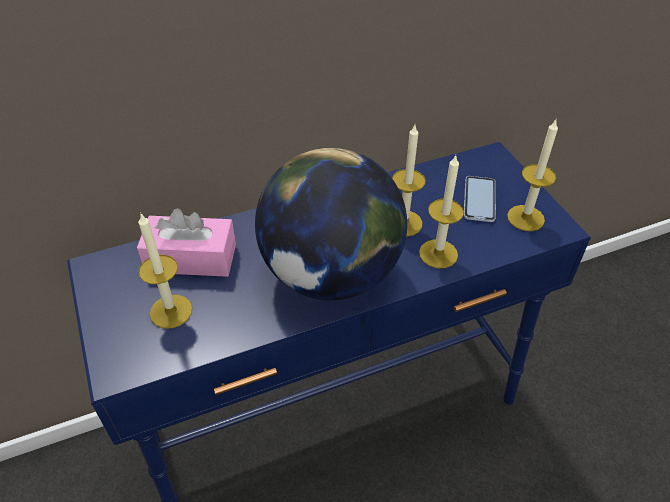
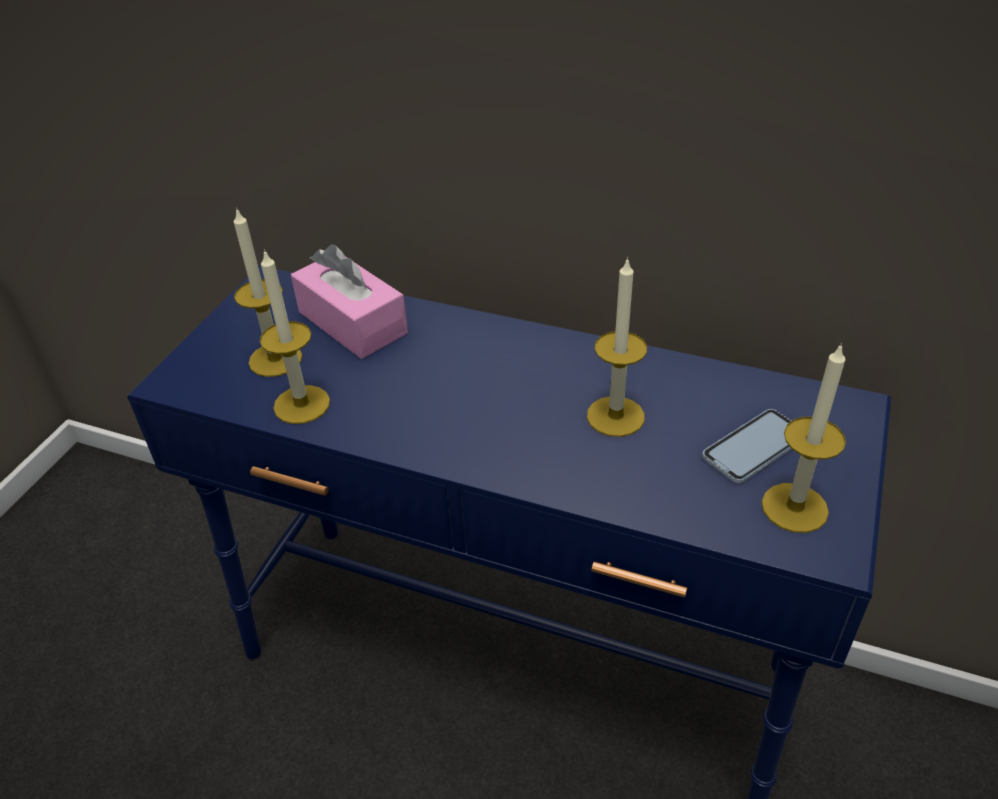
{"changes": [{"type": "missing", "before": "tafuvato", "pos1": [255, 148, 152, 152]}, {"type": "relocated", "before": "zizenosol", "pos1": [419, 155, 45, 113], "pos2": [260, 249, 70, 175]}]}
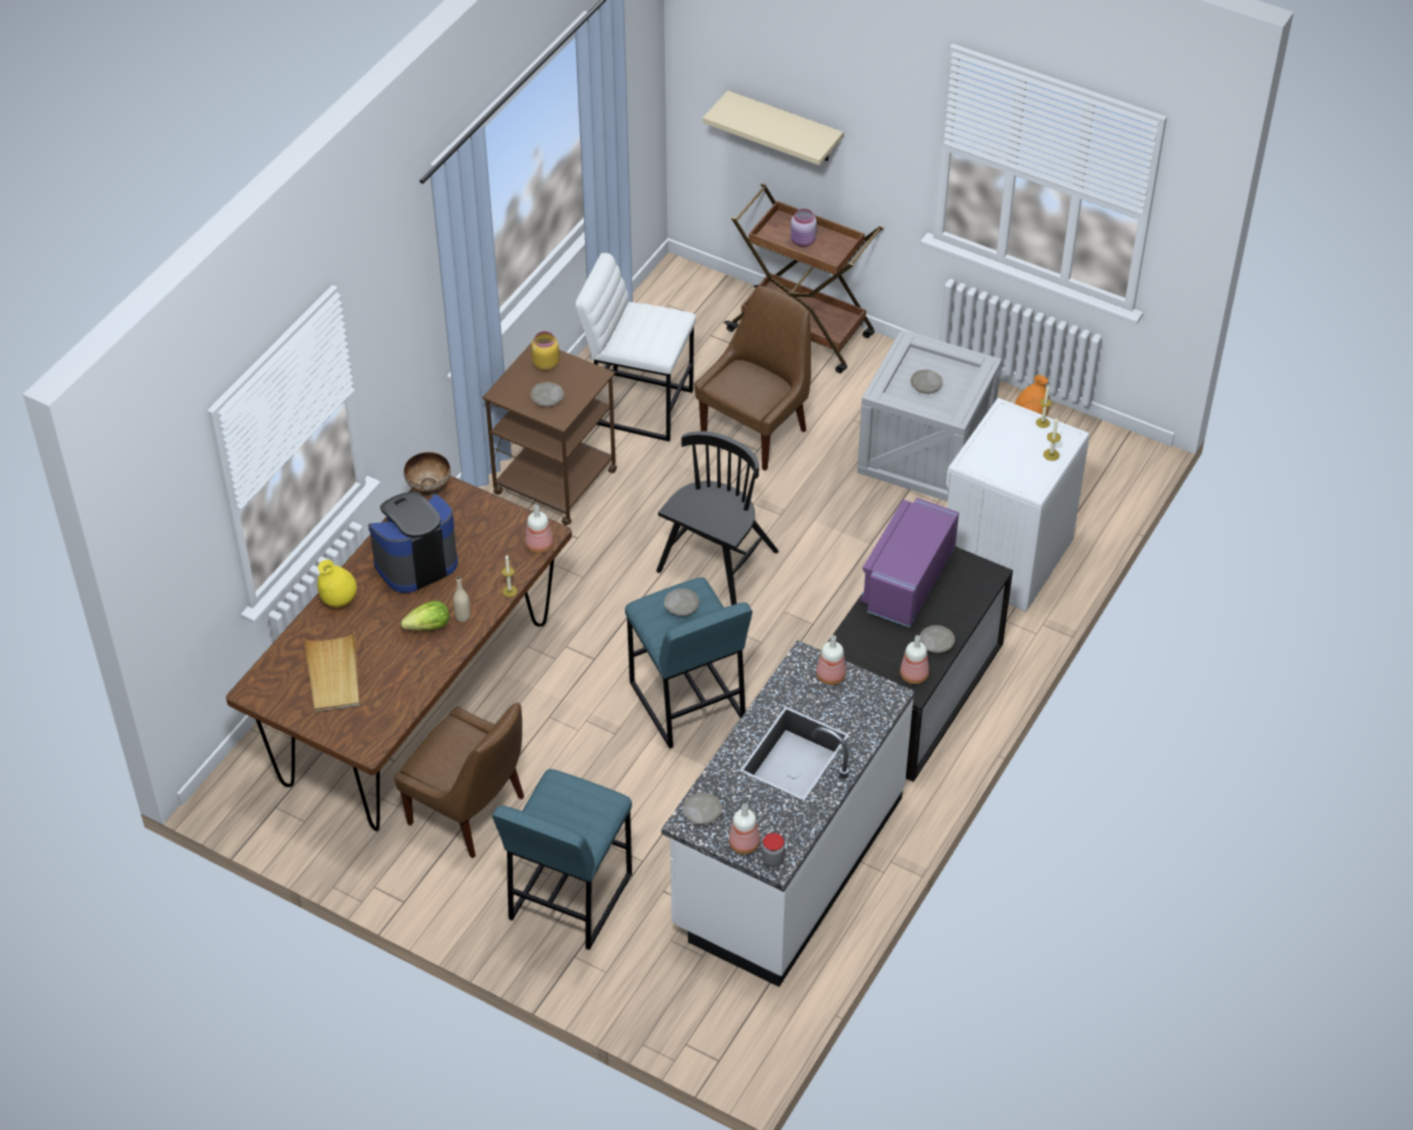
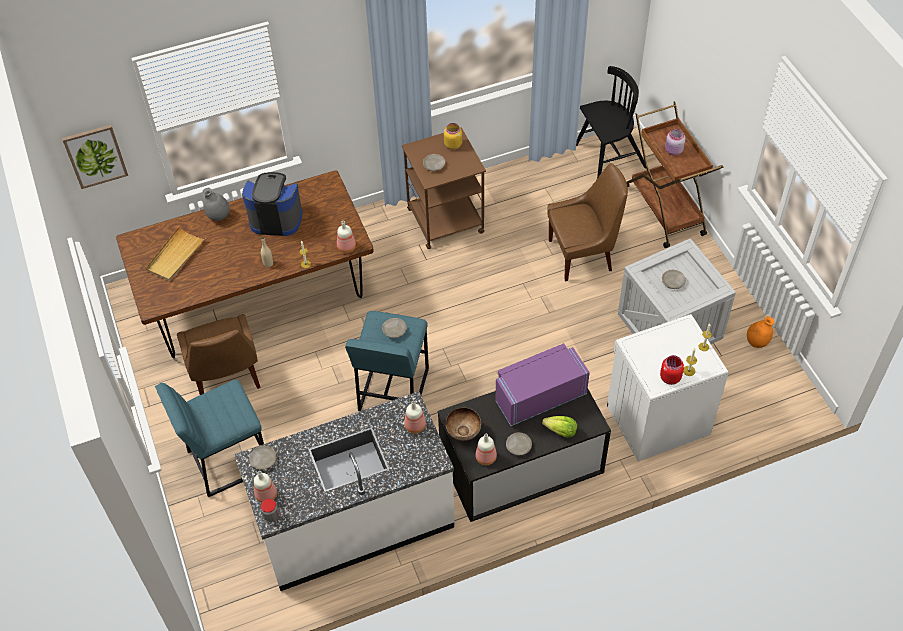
{"changes": [{"type": "missing", "before": "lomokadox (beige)", "pos1": [703, 91, 141, 74]}, {"type": "missing", "before": "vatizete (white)", "pos1": [576, 253, 120, 188]}, {"type": "relocated", "before": "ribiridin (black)", "pos1": [656, 431, 123, 174], "pos2": [576, 66, 70, 112]}, {"type": "relocated", "before": "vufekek", "pos1": [404, 452, 47, 43], "pos2": [446, 408, 35, 33]}, {"type": "colour", "before": "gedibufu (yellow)", "after": "gedibufu (grey)", "pos1": [317, 560, 40, 47], "pos2": [202, 188, 28, 33]}, {"type": "relocated", "before": "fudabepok", "pos1": [401, 601, 48, 30], "pos2": [542, 416, 35, 22]}, {"type": "appeared", "after": "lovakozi", "pos2": [62, 125, 66, 64]}, {"type": "appeared", "after": "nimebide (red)", "pos2": [660, 355, 24, 30]}]}
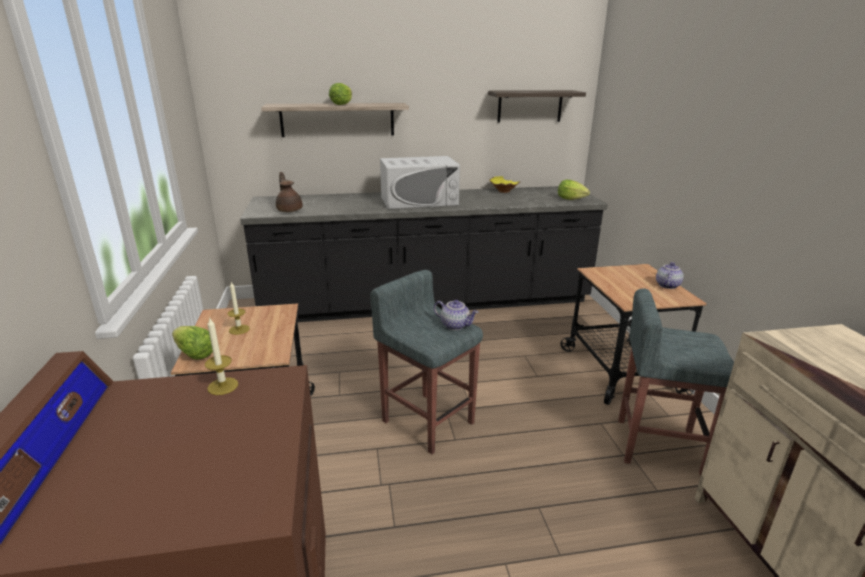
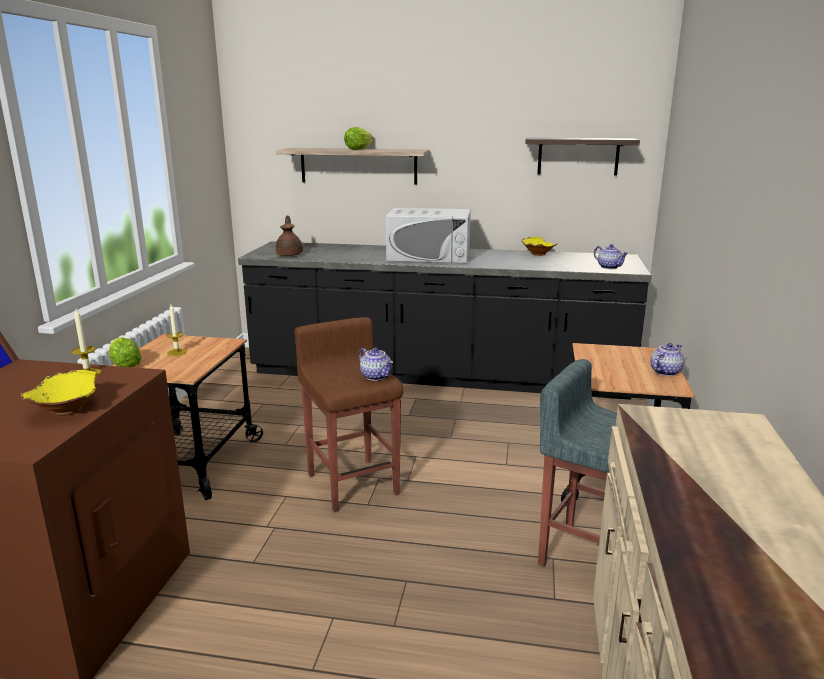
{"changes": [{"type": "exchanged", "before": "fudabepok", "after": "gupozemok", "pos1": [558, 180, 32, 20], "pos2": [594, 244, 34, 25]}, {"type": "colour", "before": "vatizete (grey)", "after": "vatizete (brown)", "pos1": [370, 270, 113, 184], "pos2": [295, 317, 108, 195]}, {"type": "appeared", "after": "vufekek (yellow)", "pos2": [20, 370, 77, 45]}]}
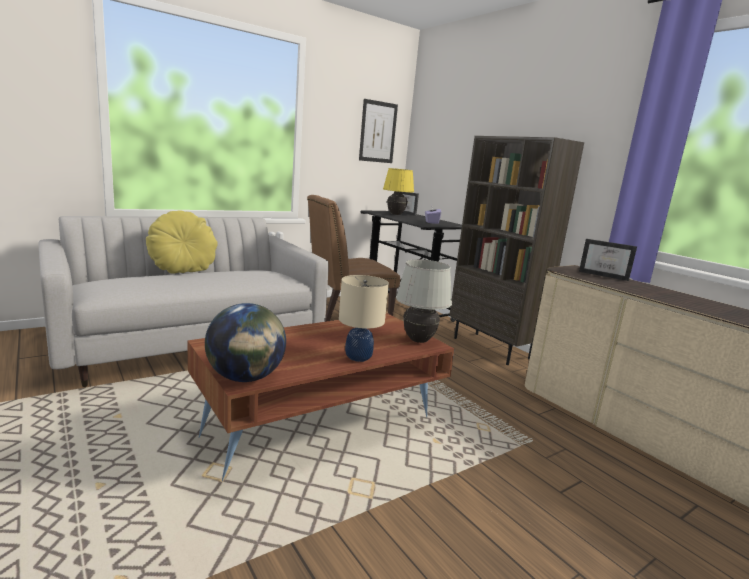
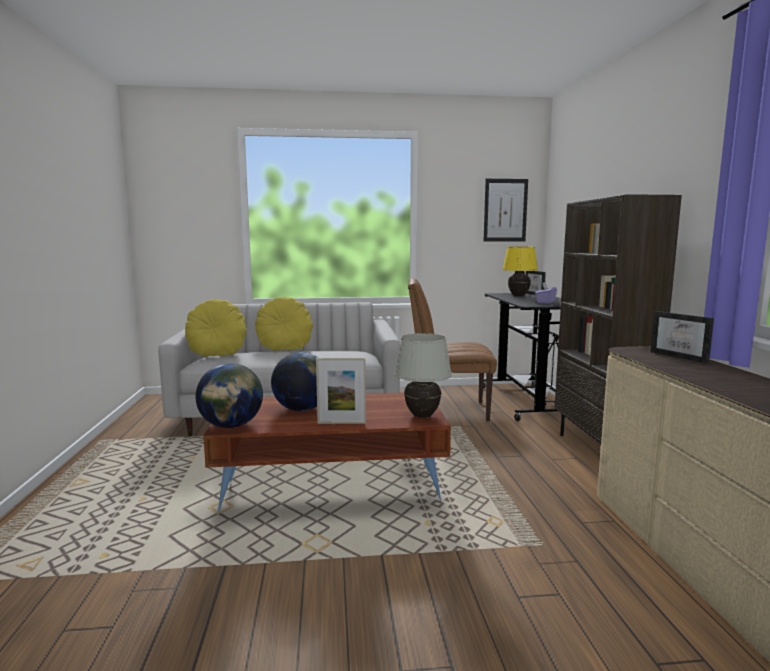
{"changes": [{"type": "exchanged", "before": "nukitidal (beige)", "after": "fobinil", "pos1": [339, 275, 50, 87], "pos2": [316, 358, 50, 66]}, {"type": "appeared", "after": "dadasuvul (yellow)", "pos2": [185, 299, 62, 58]}, {"type": "appeared", "after": "tafuvato", "pos2": [271, 352, 47, 59]}]}
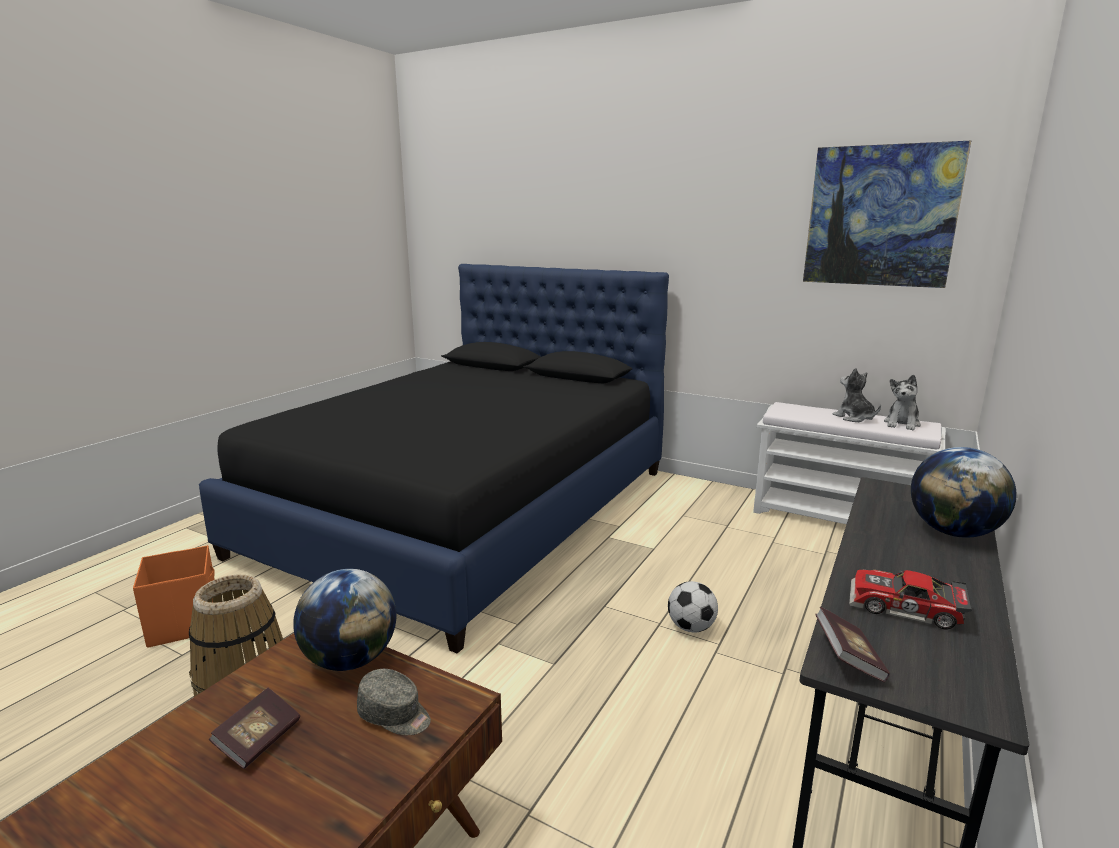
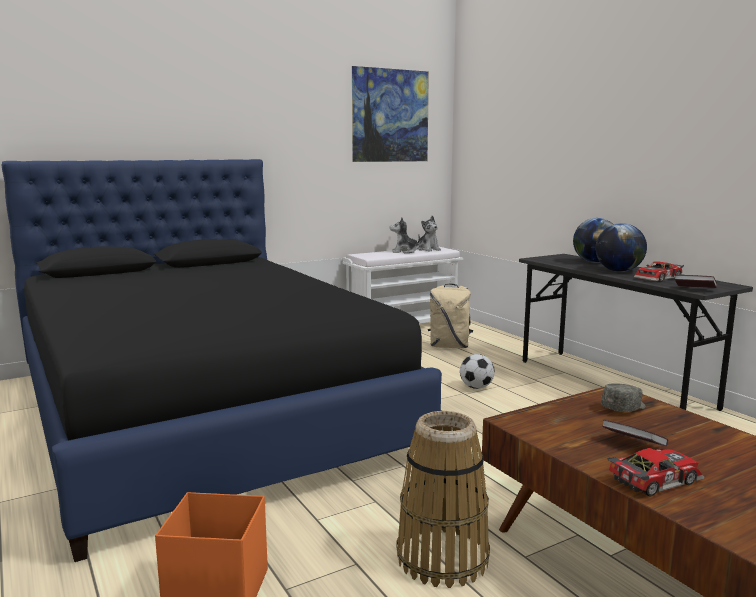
{"changes": [{"type": "relocated", "before": "tafuvato", "pos1": [293, 569, 103, 102], "pos2": [595, 223, 52, 49]}, {"type": "appeared", "after": "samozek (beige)", "pos2": [428, 283, 46, 65]}, {"type": "appeared", "after": "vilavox", "pos2": [607, 448, 98, 48]}]}
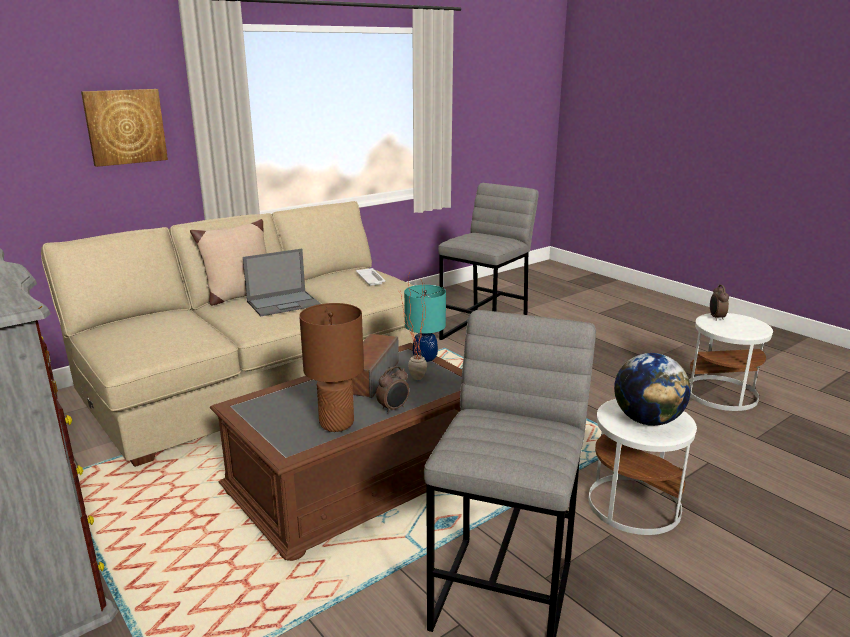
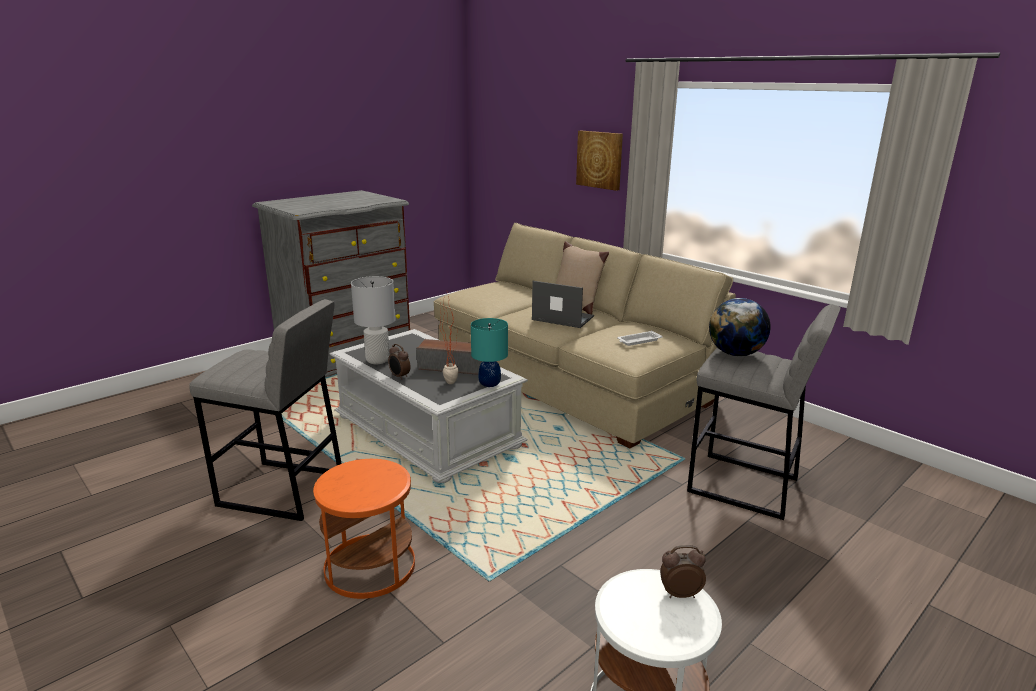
{"changes": [{"type": "spun", "before": "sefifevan", "pos1": [243, 249, 78, 67], "pos2": [532, 281, 62, 47], "turn": 150}, {"type": "colour", "before": "nukitidal (brown)", "after": "nukitidal (grey)", "pos1": [299, 303, 65, 129], "pos2": [351, 276, 45, 88]}, {"type": "colour", "before": "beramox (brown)", "after": "beramox (white)", "pos1": [210, 343, 252, 218], "pos2": [330, 329, 198, 154]}, {"type": "relocated", "before": "tafuvato", "pos1": [614, 353, 77, 73], "pos2": [709, 298, 62, 58]}, {"type": "colour", "before": "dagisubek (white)", "after": "dagisubek (orange)", "pos1": [588, 399, 109, 136], "pos2": [313, 459, 102, 140]}]}
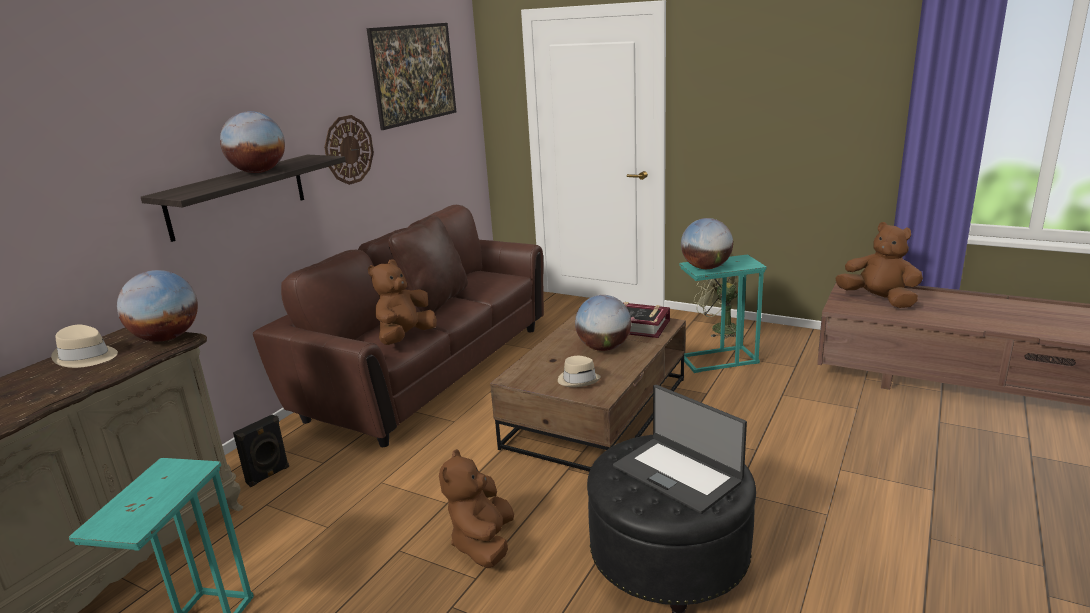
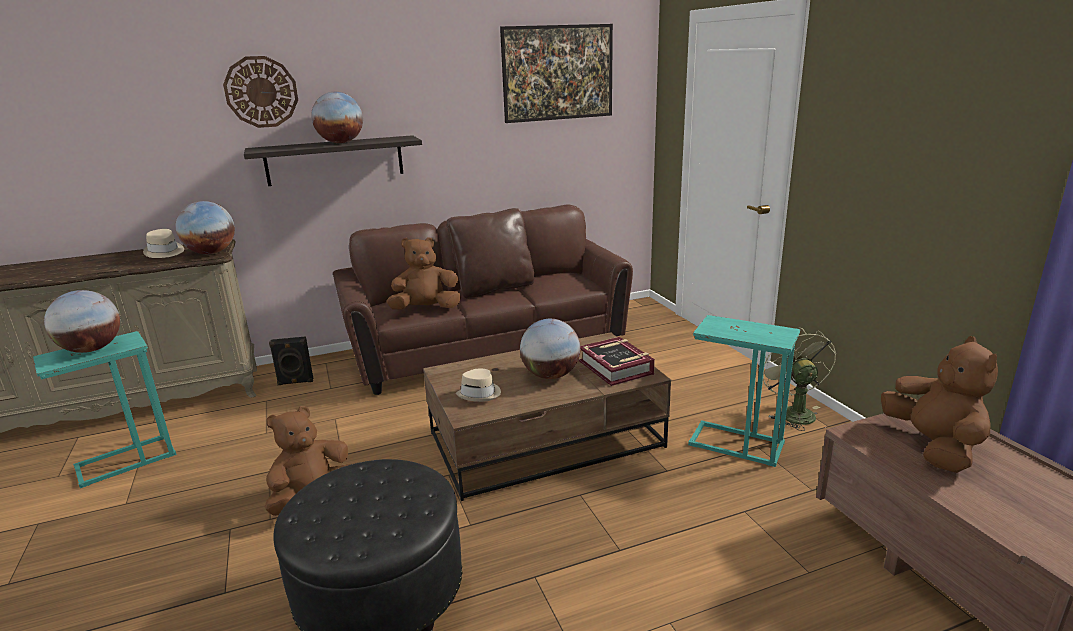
{"changes": [{"type": "relocated", "before": "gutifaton", "pos1": [324, 115, 50, 70], "pos2": [223, 56, 75, 72]}, {"type": "relocated", "before": "tafuvato", "pos1": [681, 218, 52, 51], "pos2": [44, 290, 76, 63]}, {"type": "missing", "before": "sefifevan", "pos1": [613, 385, 134, 129]}]}
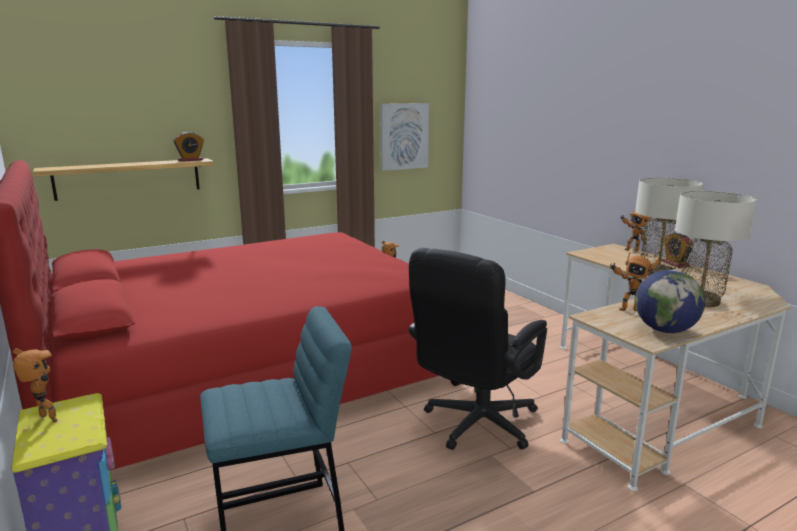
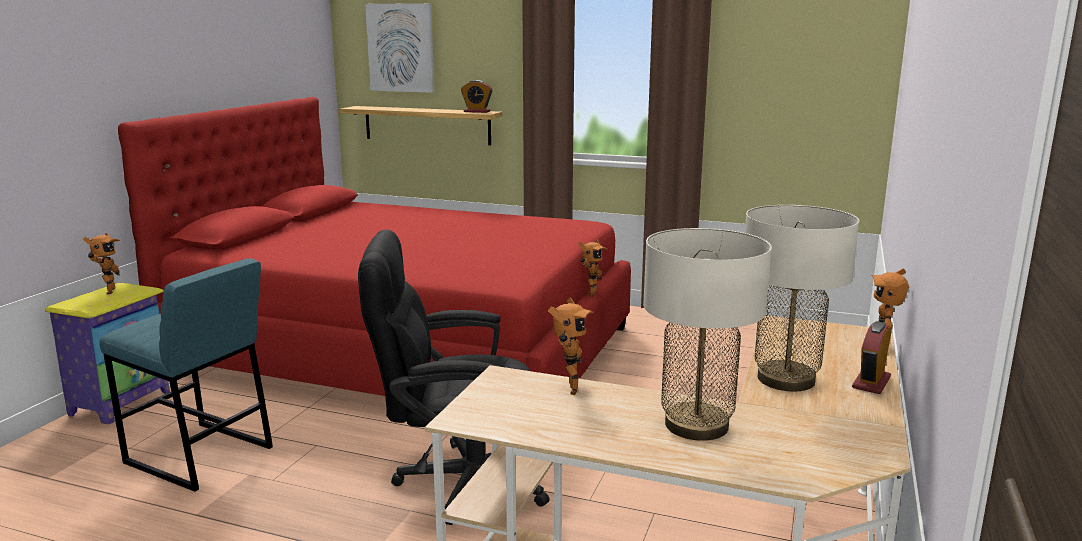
{"changes": [{"type": "relocated", "before": "lovakozi", "pos1": [380, 103, 49, 68], "pos2": [365, 3, 69, 90]}, {"type": "spun", "before": "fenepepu", "pos1": [609, 252, 51, 59], "pos2": [548, 298, 46, 97], "turn": -150}, {"type": "missing", "before": "tafuvato", "pos1": [635, 270, 70, 63]}]}
